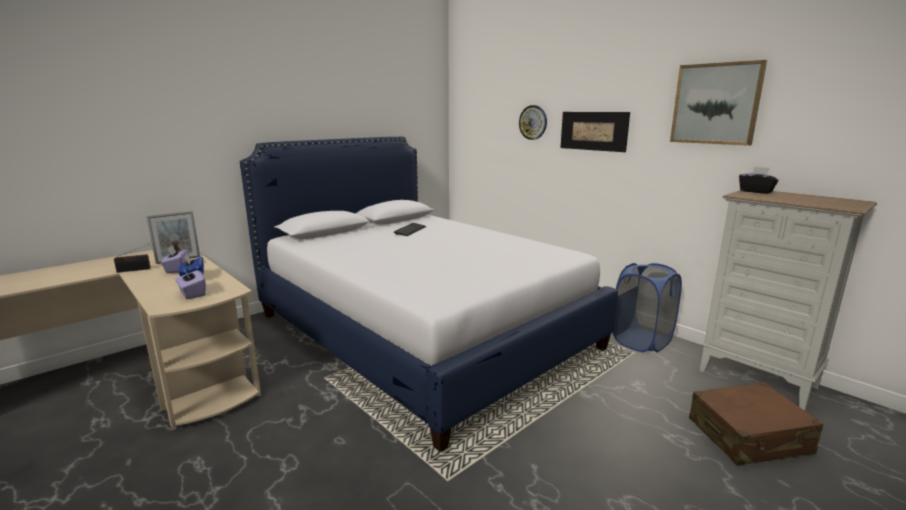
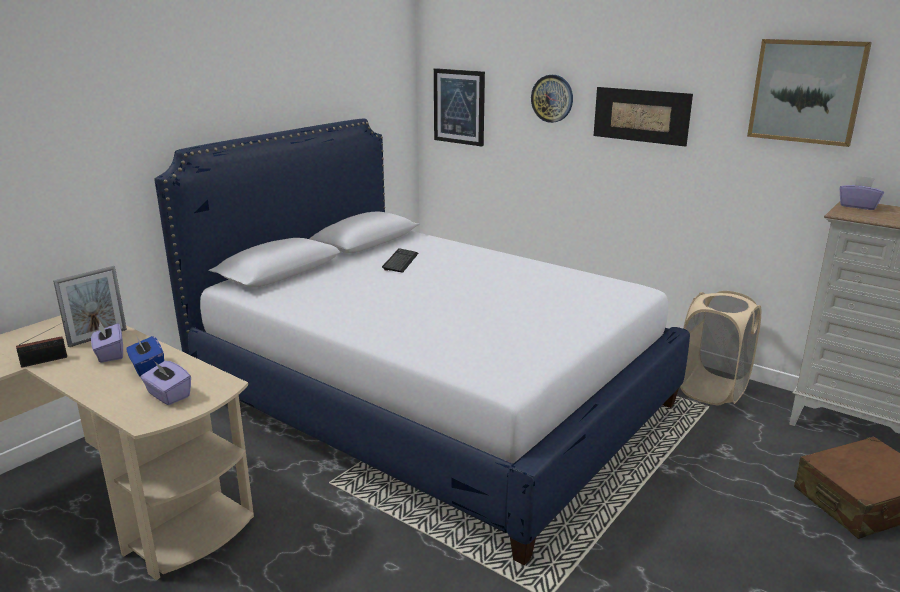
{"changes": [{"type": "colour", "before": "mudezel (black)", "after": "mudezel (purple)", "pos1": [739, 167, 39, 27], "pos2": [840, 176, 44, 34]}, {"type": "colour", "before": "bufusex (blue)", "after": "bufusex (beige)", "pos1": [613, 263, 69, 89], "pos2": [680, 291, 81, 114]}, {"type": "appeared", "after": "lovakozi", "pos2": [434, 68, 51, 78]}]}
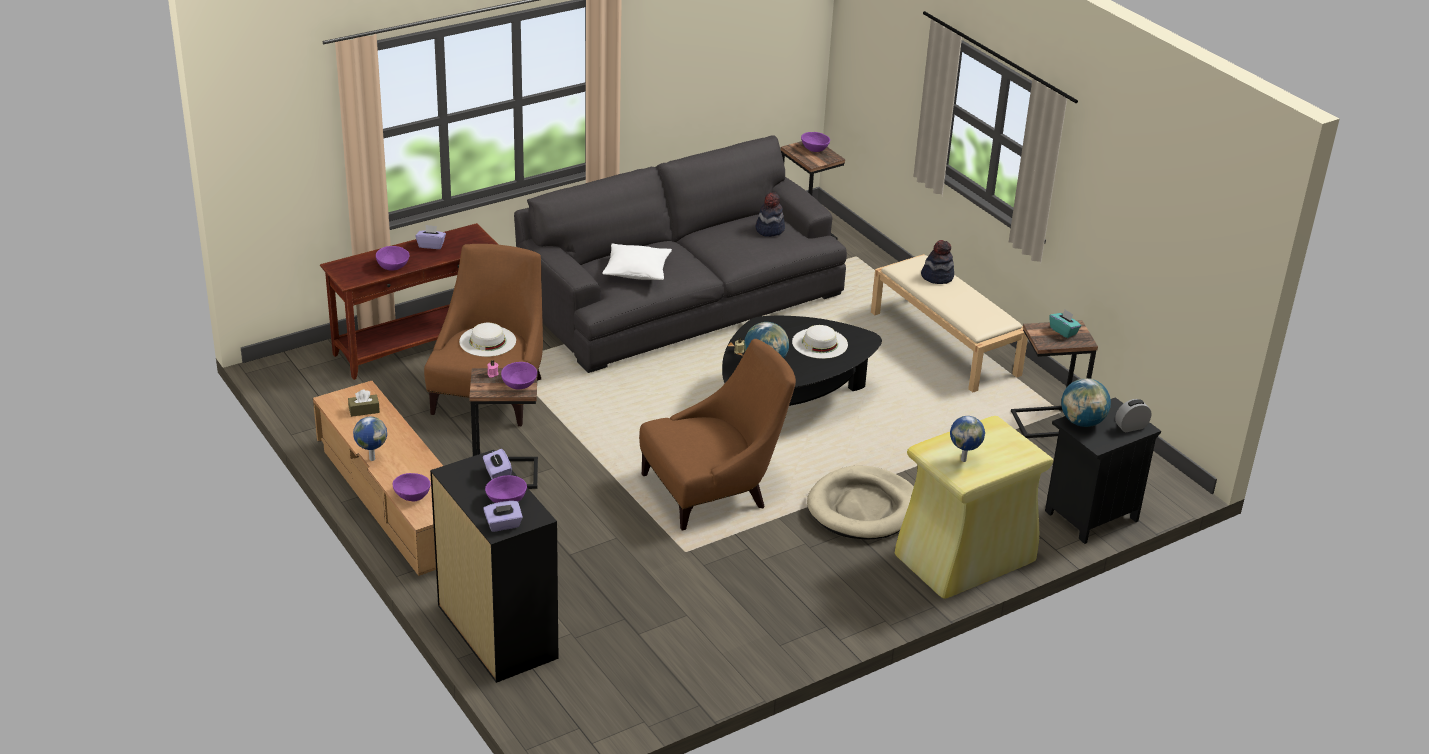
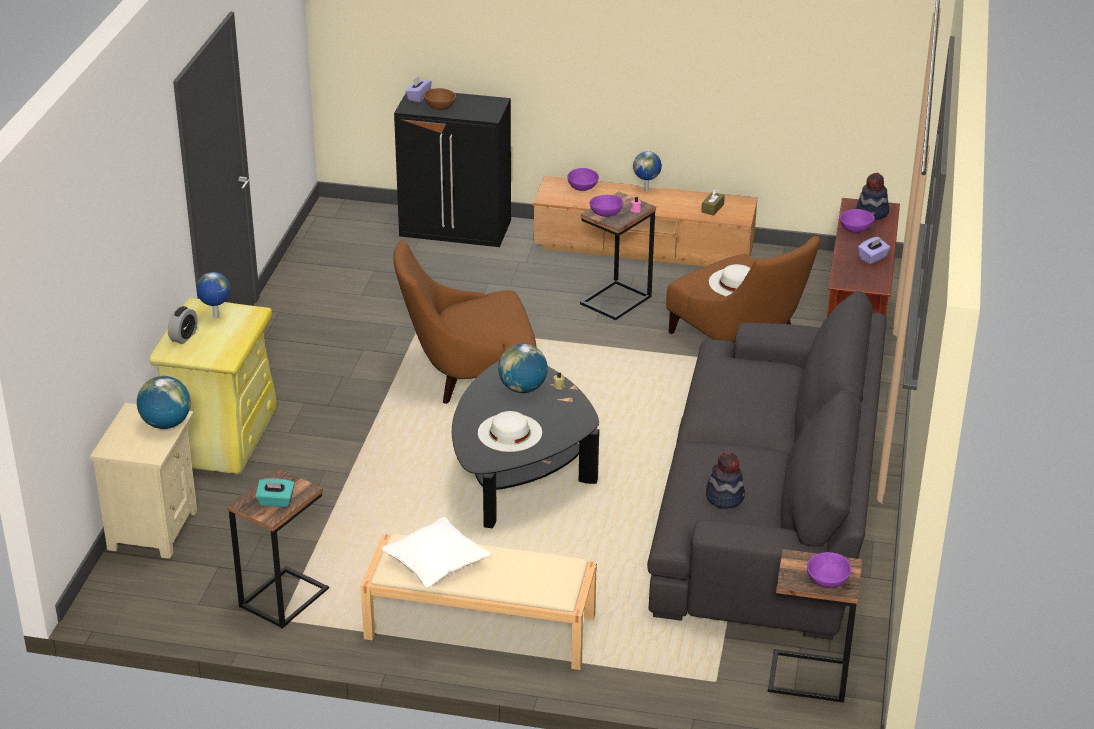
{"changes": [{"type": "relocated", "before": "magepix", "pos1": [921, 240, 33, 44], "pos2": [856, 172, 33, 48]}, {"type": "relocated", "before": "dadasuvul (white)", "pos1": [602, 244, 70, 36], "pos2": [381, 517, 110, 71]}, {"type": "spun", "before": "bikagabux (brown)", "pos1": [639, 339, 157, 192], "pos2": [393, 240, 144, 164], "turn": 60}, {"type": "colour", "before": "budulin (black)", "after": "budulin (beige)", "pos1": [1045, 397, 116, 147], "pos2": [90, 403, 107, 156]}, {"type": "relocated", "before": "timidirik", "pos1": [1115, 399, 37, 33], "pos2": [168, 306, 30, 38]}, {"type": "missing", "before": "mudezel (purple)", "pos1": [483, 449, 29, 30]}, {"type": "missing", "before": "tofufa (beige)", "pos1": [807, 466, 107, 74]}, {"type": "colour", "before": "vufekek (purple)", "after": "vufekek (brown)", "pos1": [485, 475, 42, 28], "pos2": [424, 88, 32, 22]}]}
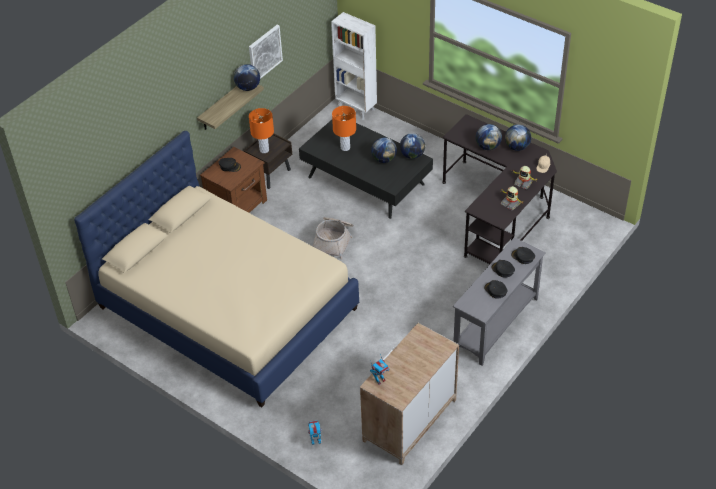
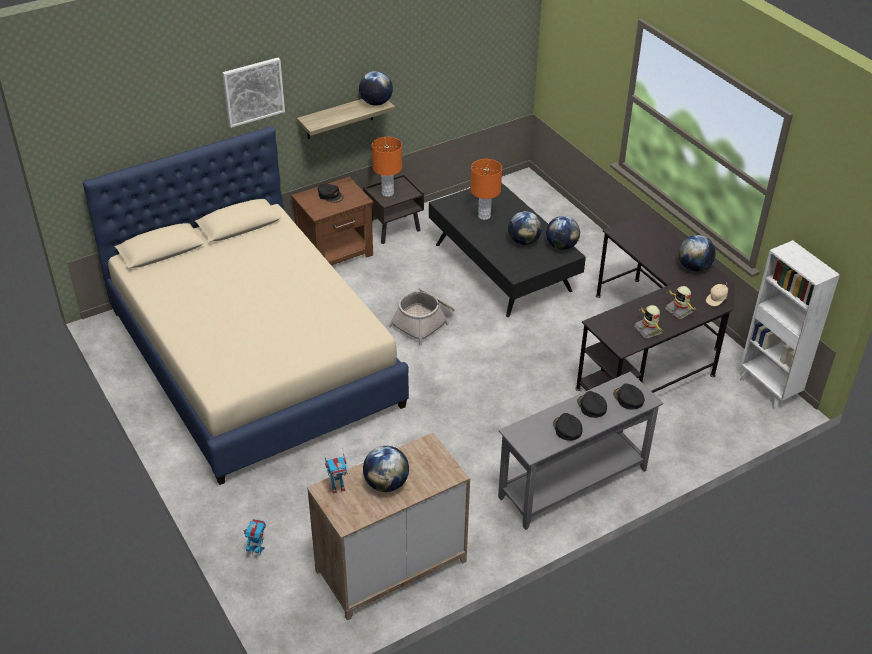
{"changes": [{"type": "relocated", "before": "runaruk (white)", "pos1": [331, 12, 46, 108], "pos2": [739, 240, 101, 170]}, {"type": "relocated", "before": "lovakozi", "pos1": [249, 25, 34, 54], "pos2": [222, 57, 63, 71]}, {"type": "relocated", "before": "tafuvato", "pos1": [476, 124, 26, 26], "pos2": [363, 446, 46, 46]}]}
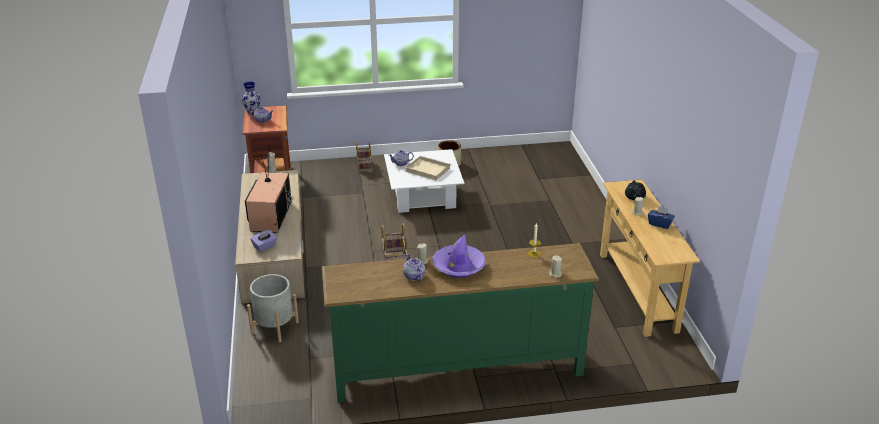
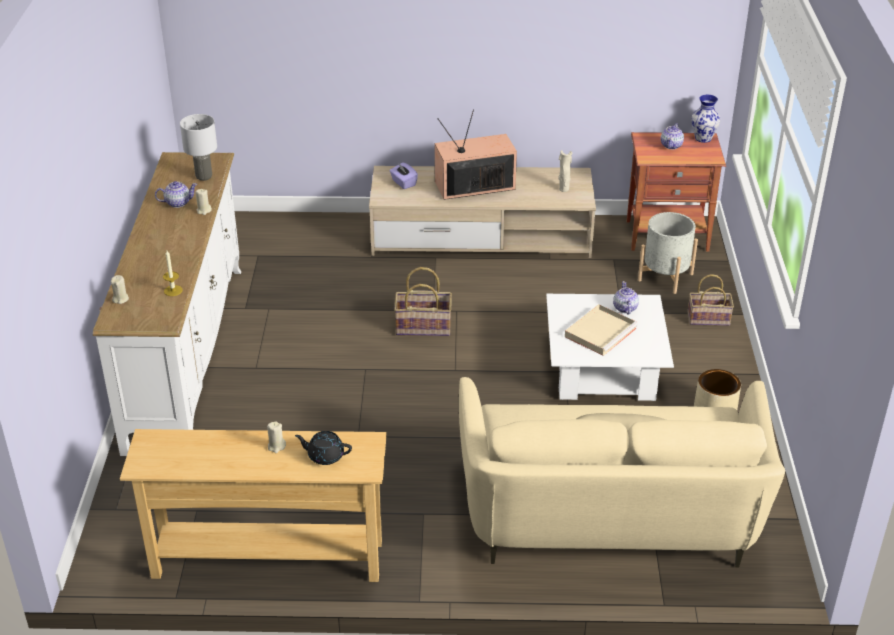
{"changes": [{"type": "spun", "before": "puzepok", "pos1": [245, 145, 47, 88], "pos2": [434, 109, 83, 91], "turn": 150}, {"type": "missing", "before": "mudezel (blue)", "pos1": [648, 206, 27, 23]}, {"type": "missing", "before": "magepix (purple)", "pos1": [432, 234, 54, 44]}, {"type": "colour", "before": "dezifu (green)", "after": "dezifu (white)", "pos1": [322, 243, 277, 160], "pos2": [93, 152, 148, 304]}, {"type": "relocated", "before": "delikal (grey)", "pos1": [247, 274, 52, 68], "pos2": [638, 212, 60, 82]}, {"type": "appeared", "after": "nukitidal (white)", "pos2": [180, 114, 37, 67]}, {"type": "appeared", "after": "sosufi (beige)", "pos2": [459, 377, 326, 191]}]}
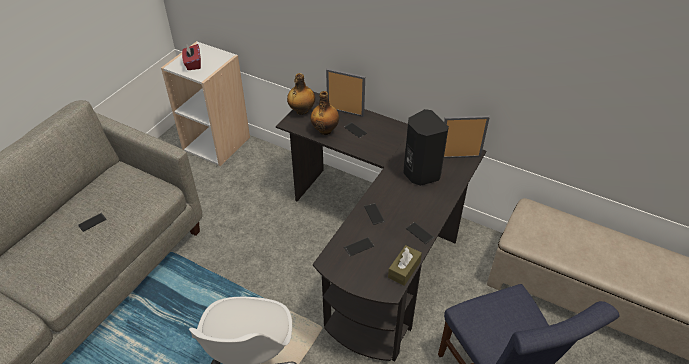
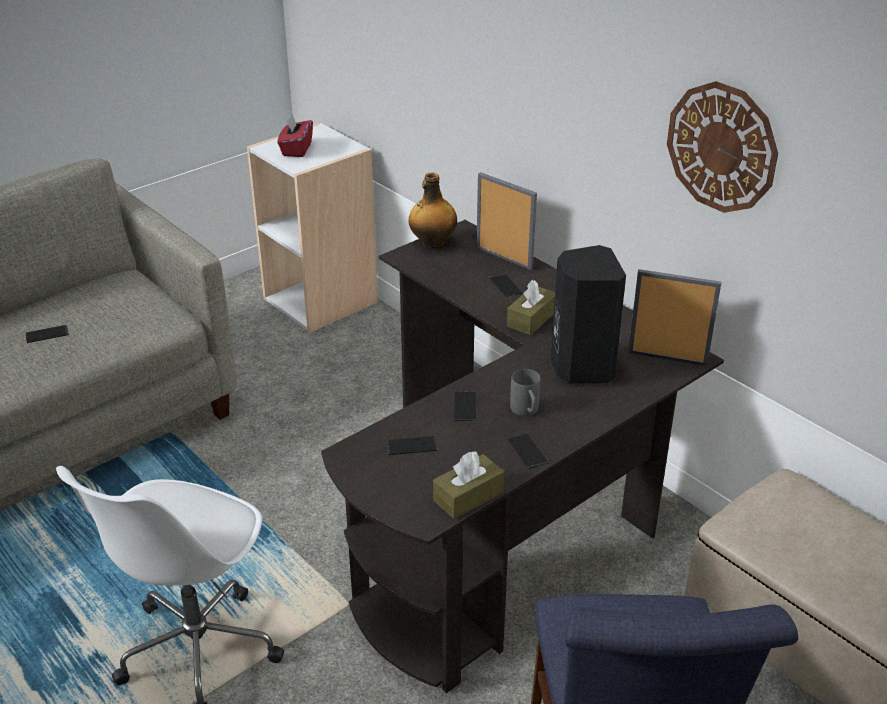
{"changes": [{"type": "missing", "before": "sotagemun", "pos1": [310, 91, 29, 44]}, {"type": "appeared", "after": "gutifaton", "pos2": [667, 81, 111, 132]}, {"type": "appeared", "after": "mudezel (brown)", "pos2": [507, 280, 48, 55]}, {"type": "appeared", "after": "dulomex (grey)", "pos2": [510, 369, 30, 47]}]}
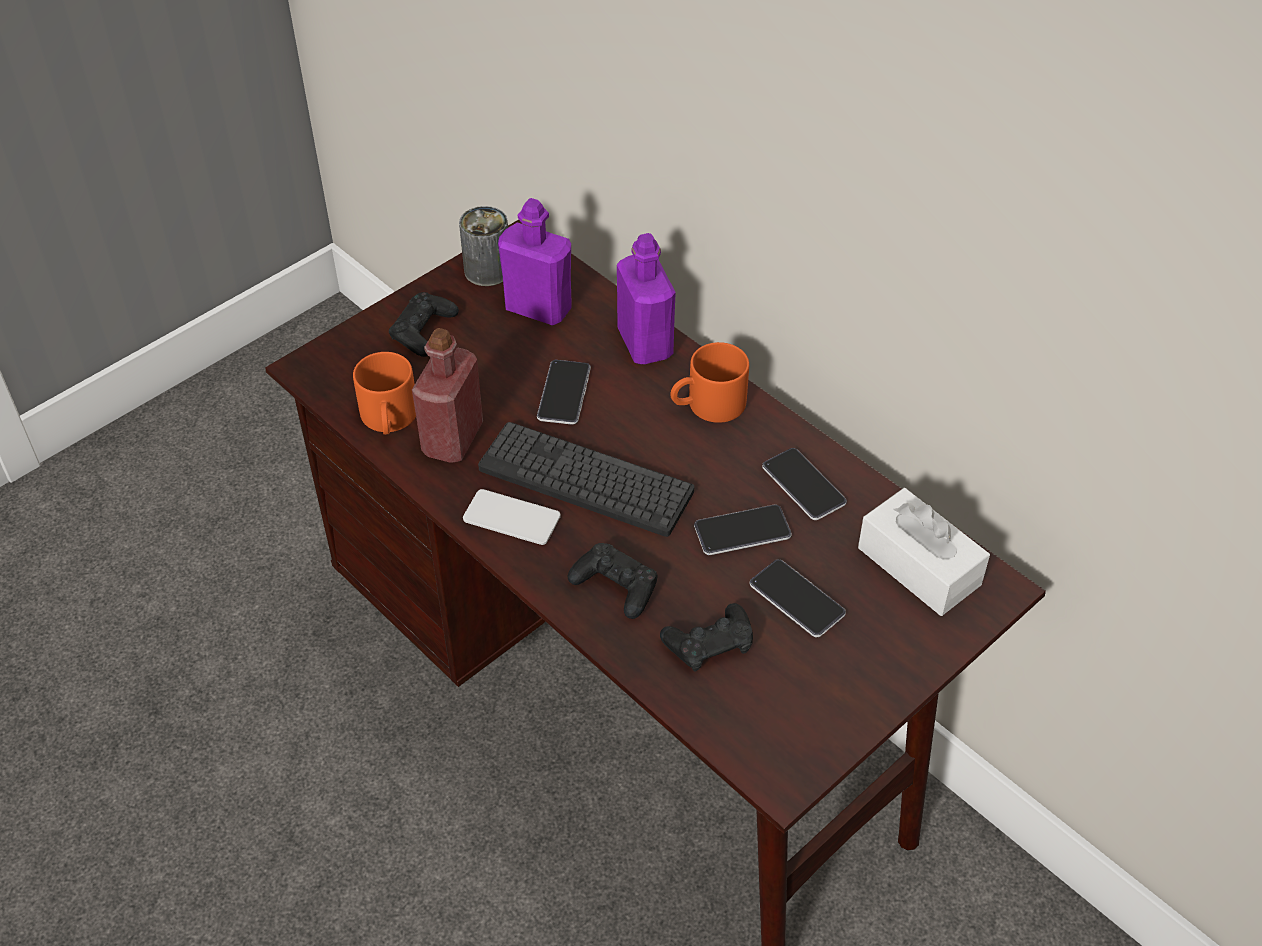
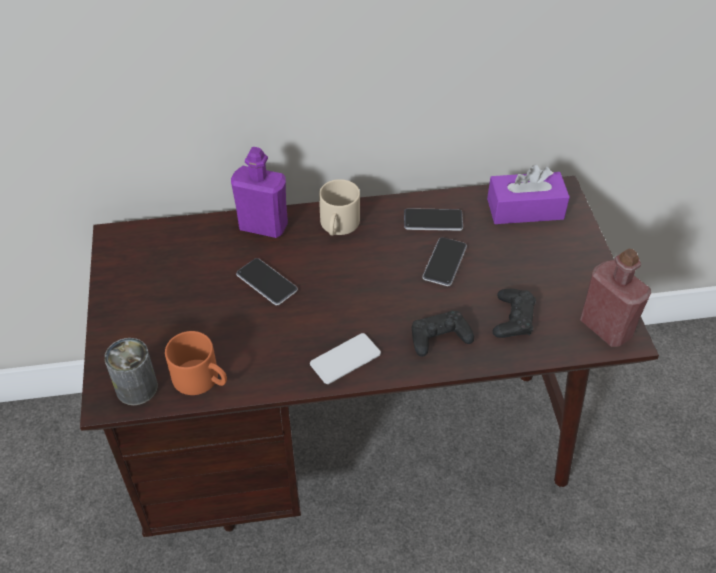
{"changes": [{"type": "missing", "before": "sotagemun (purple)", "pos1": [498, 198, 74, 127]}, {"type": "relocated", "before": "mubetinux", "pos1": [459, 206, 49, 80], "pos2": [104, 338, 54, 67]}, {"type": "missing", "before": "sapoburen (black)", "pos1": [389, 292, 70, 65]}, {"type": "relocated", "before": "sotagemun (red)", "pos1": [412, 328, 71, 135], "pos2": [580, 248, 71, 99]}, {"type": "colour", "before": "dulomex (orange)", "after": "dulomex (beige)", "pos1": [670, 342, 79, 81], "pos2": [319, 179, 41, 56]}, {"type": "missing", "before": "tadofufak", "pos1": [478, 422, 216, 115]}, {"type": "colour", "before": "mudezel (white)", "after": "mudezel (purple)", "pos1": [858, 488, 132, 128], "pos2": [487, 165, 83, 59]}, {"type": "missing", "before": "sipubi", "pos1": [750, 559, 96, 78]}]}
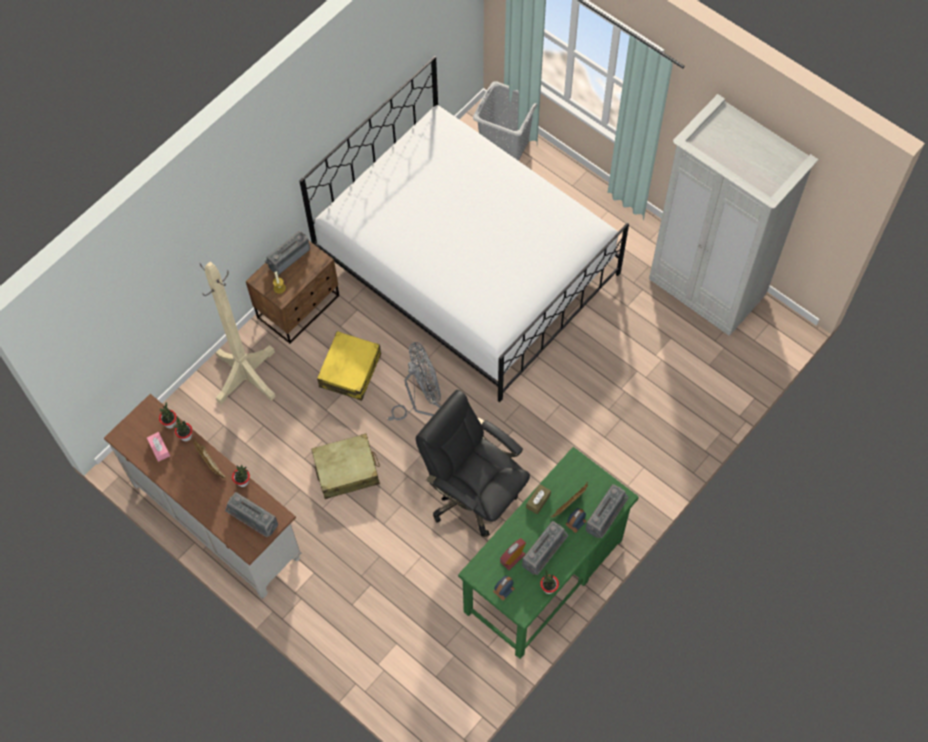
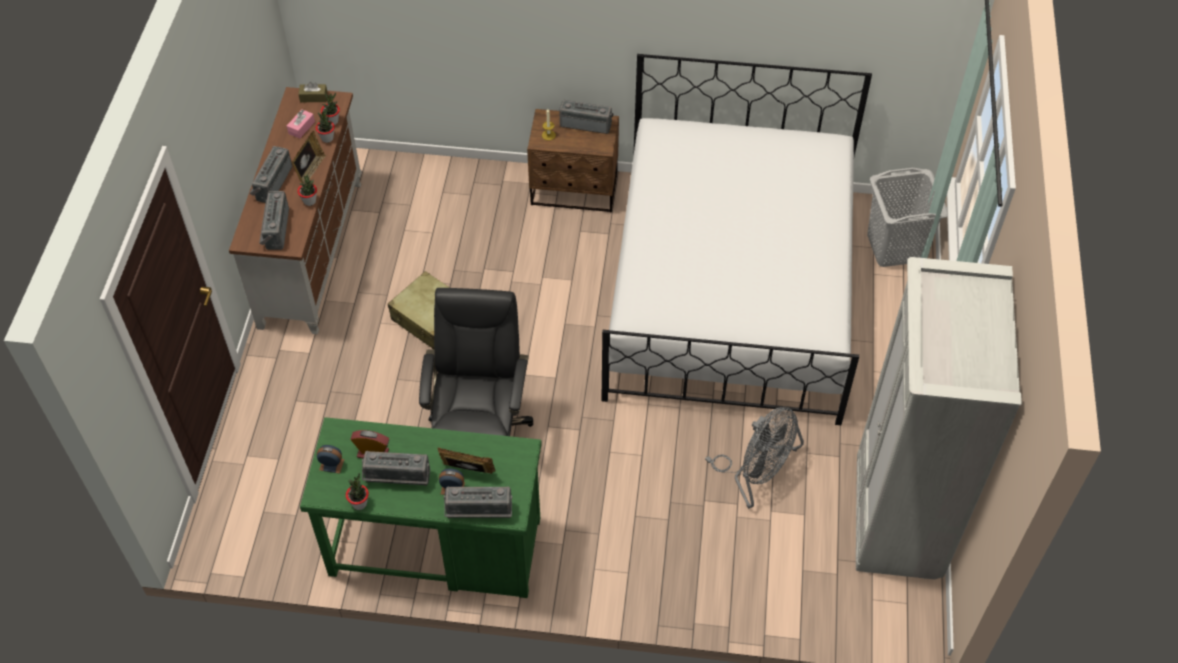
{"changes": [{"type": "missing", "before": "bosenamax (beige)", "pos1": [200, 262, 76, 142]}, {"type": "missing", "before": "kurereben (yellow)", "pos1": [317, 331, 64, 70]}, {"type": "relocated", "before": "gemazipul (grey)", "pos1": [389, 342, 52, 79], "pos2": [705, 407, 99, 102]}, {"type": "relocated", "before": "mudezel (brown)", "pos1": [526, 484, 25, 31], "pos2": [298, 82, 30, 20]}, {"type": "appeared", "after": "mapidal", "pos2": [250, 146, 42, 57]}]}
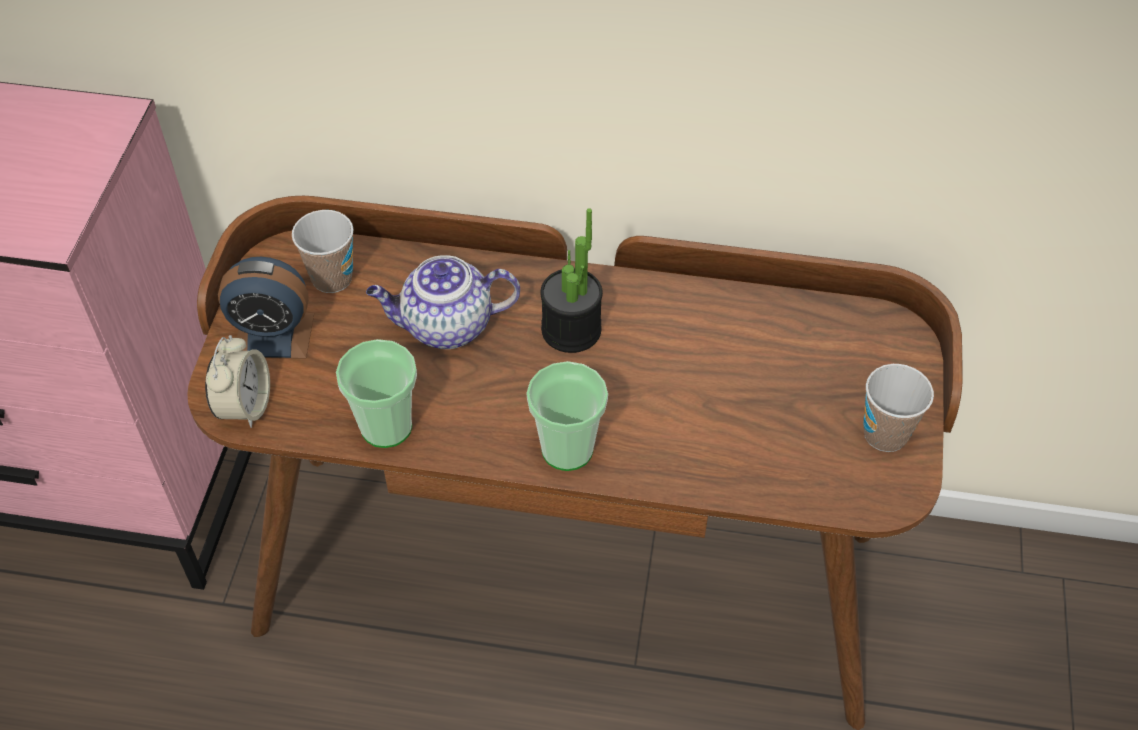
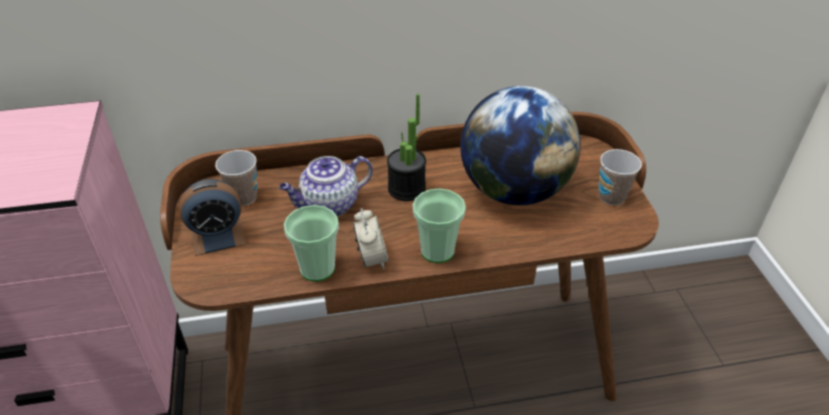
{"changes": [{"type": "relocated", "before": "timidirik", "pos1": [205, 335, 65, 93], "pos2": [353, 208, 36, 61]}, {"type": "appeared", "after": "tafuvato", "pos2": [460, 86, 121, 119]}]}
